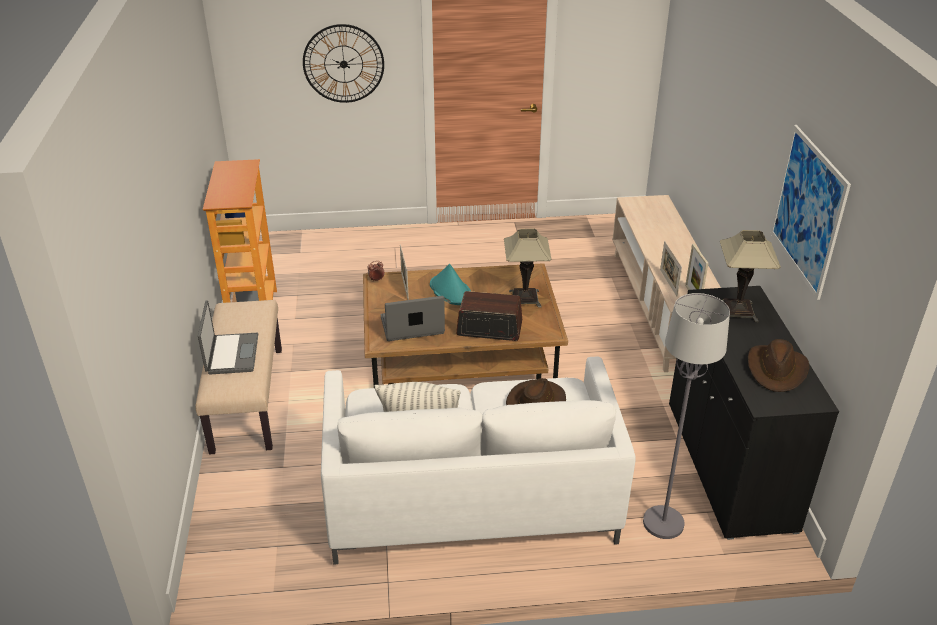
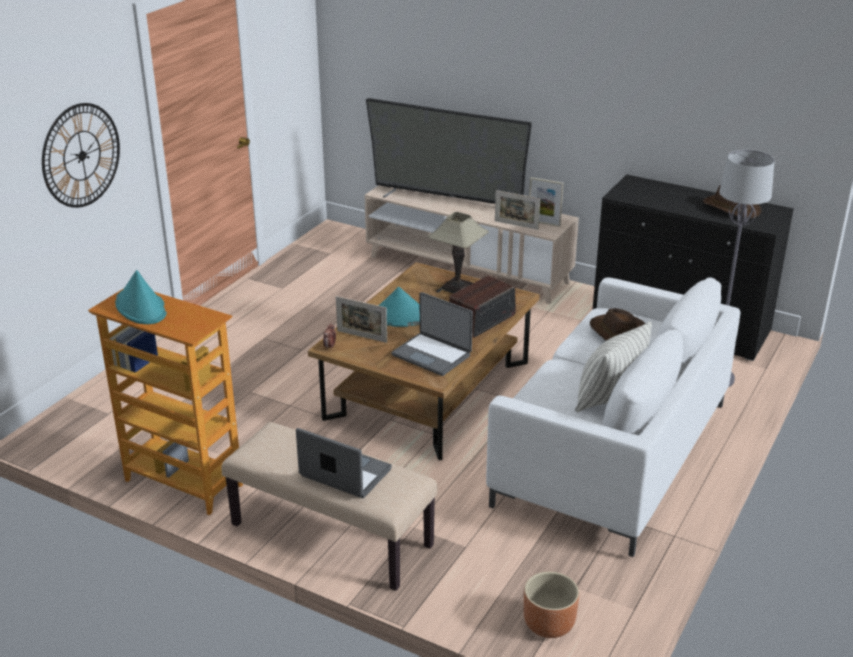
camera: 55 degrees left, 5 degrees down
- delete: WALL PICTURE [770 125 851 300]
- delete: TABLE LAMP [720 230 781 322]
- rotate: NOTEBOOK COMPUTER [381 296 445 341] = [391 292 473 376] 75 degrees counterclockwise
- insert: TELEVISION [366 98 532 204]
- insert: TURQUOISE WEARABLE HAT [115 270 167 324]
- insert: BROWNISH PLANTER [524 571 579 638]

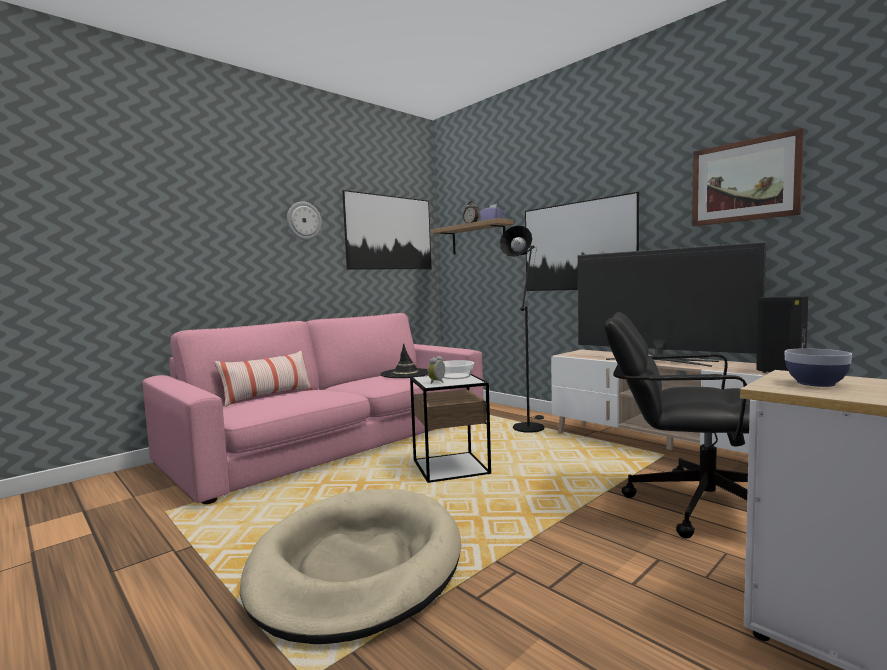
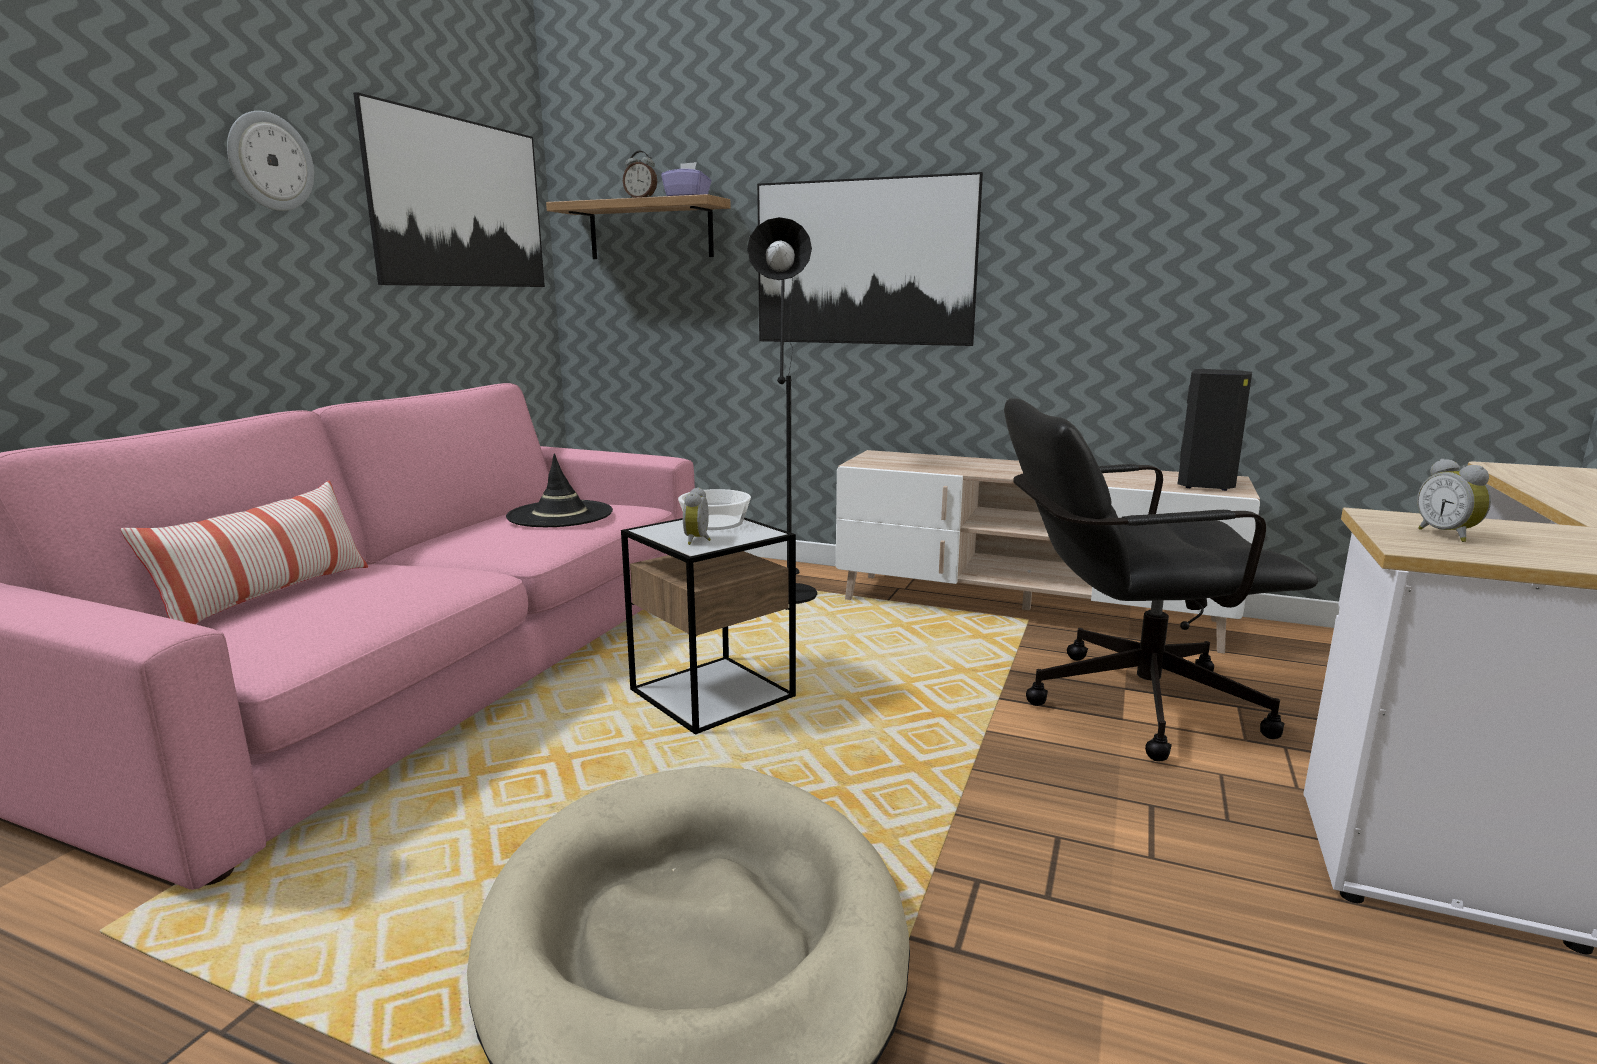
camera: 25 degrees left, 10 degrees up
- delete: WALL PICTURE [692 128 804 226]
- delete: TELEVISION [578 242 766 367]
- replace: BOWL [784 348 852 387] to BEDSIDE CLOCK [1417 459 1491 542]

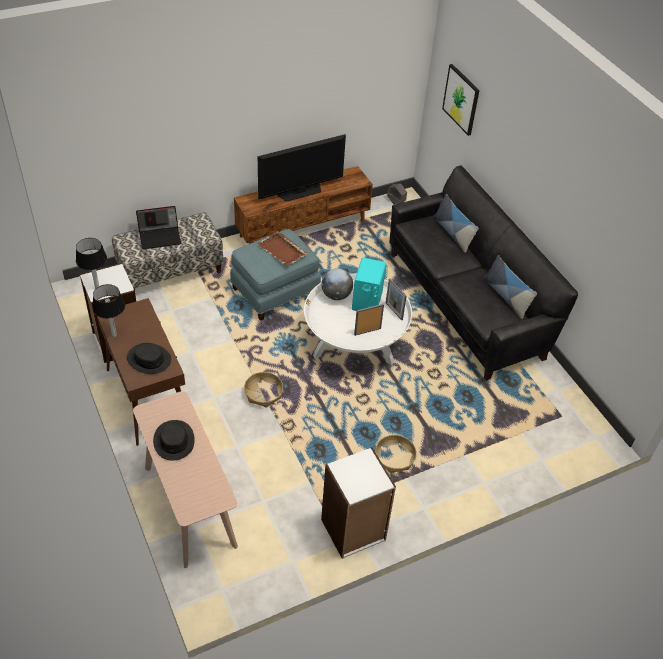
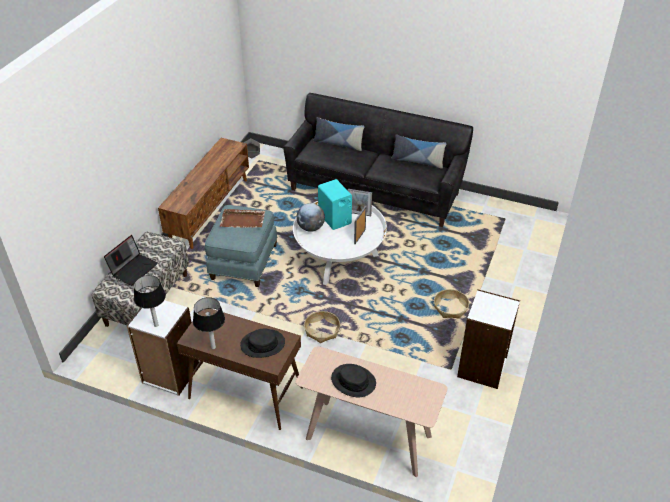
camera: 40 degrees left, 5 degrees down
- delete: WALL PICTURE [442 64 480 136]
- delete: TELEVISION [258 134 346 202]

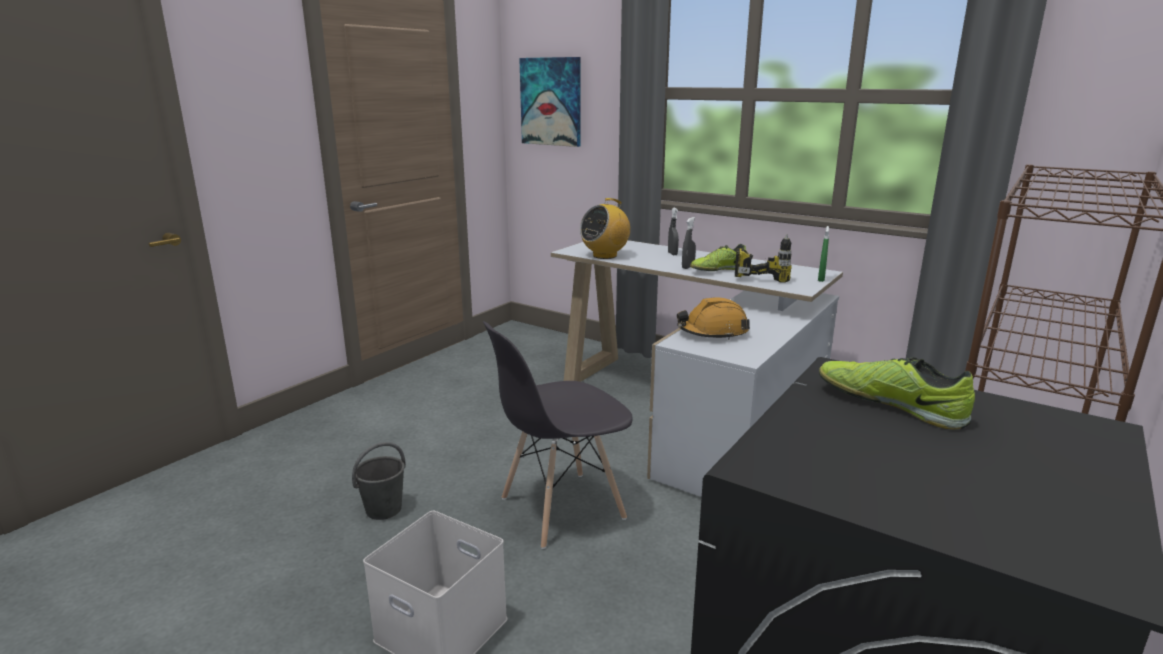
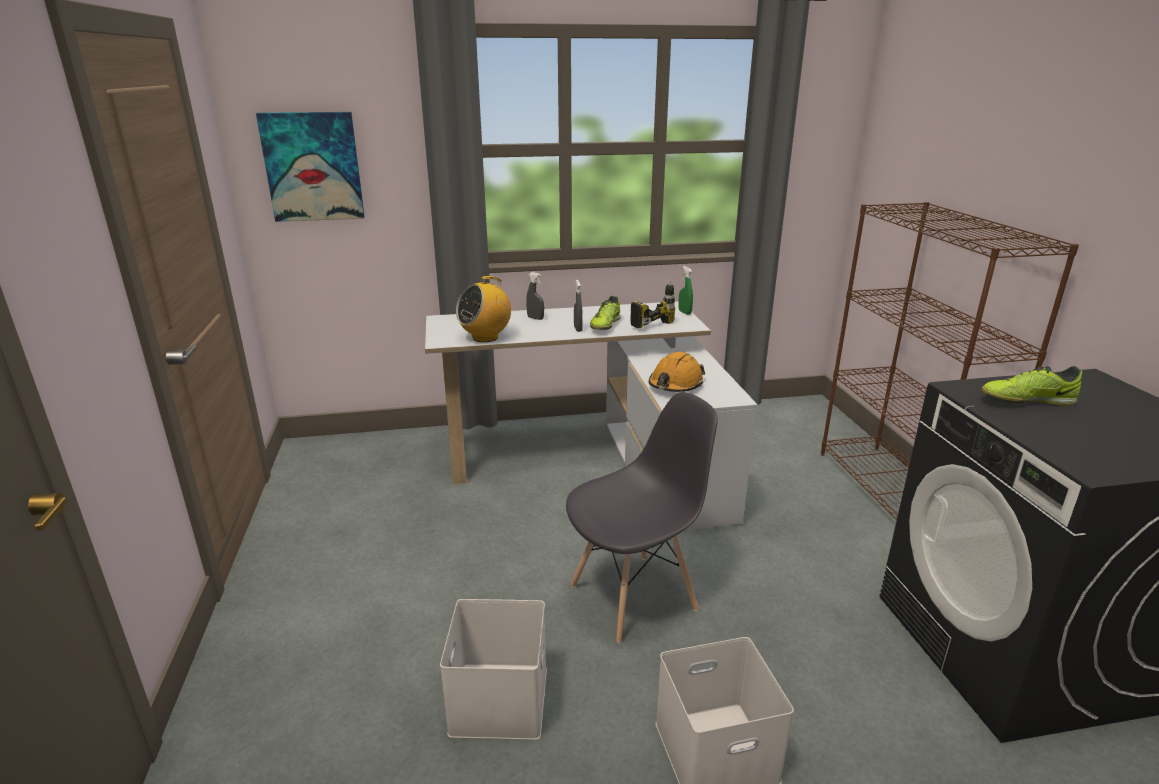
camera: 45 degrees left, 5 degrees up
- rotate: RADIO [580 198 630 259] = [456 276 511 342] 45 degrees clockwise
- rotate: GREYISH PLAIN CHAIR [483 321 632 549] = [566 392 718 644] 135 degrees counterclockwise
- replace: GREYISH WATER BUCKET [352 442 406 520] to WHITE STORAGE BIN [440 599 547 740]

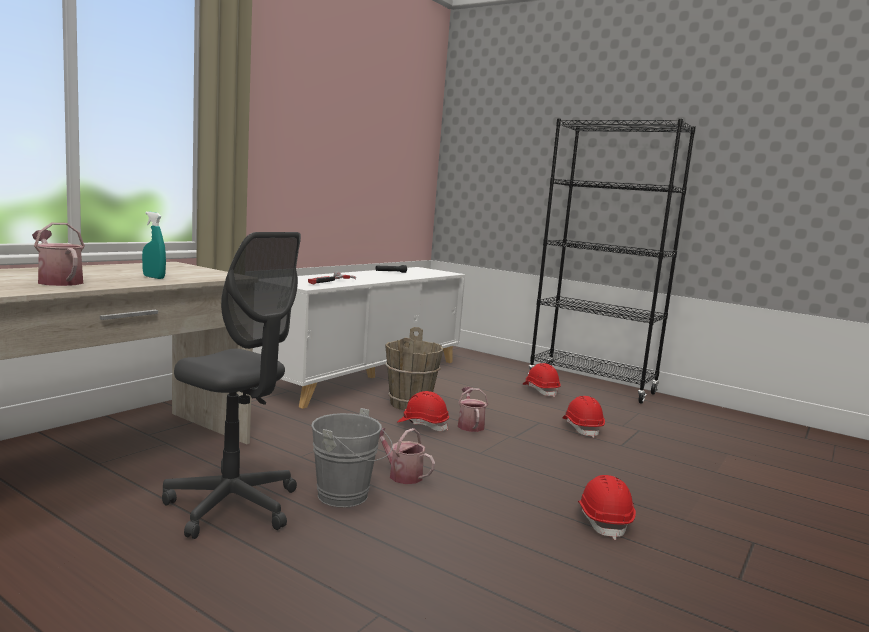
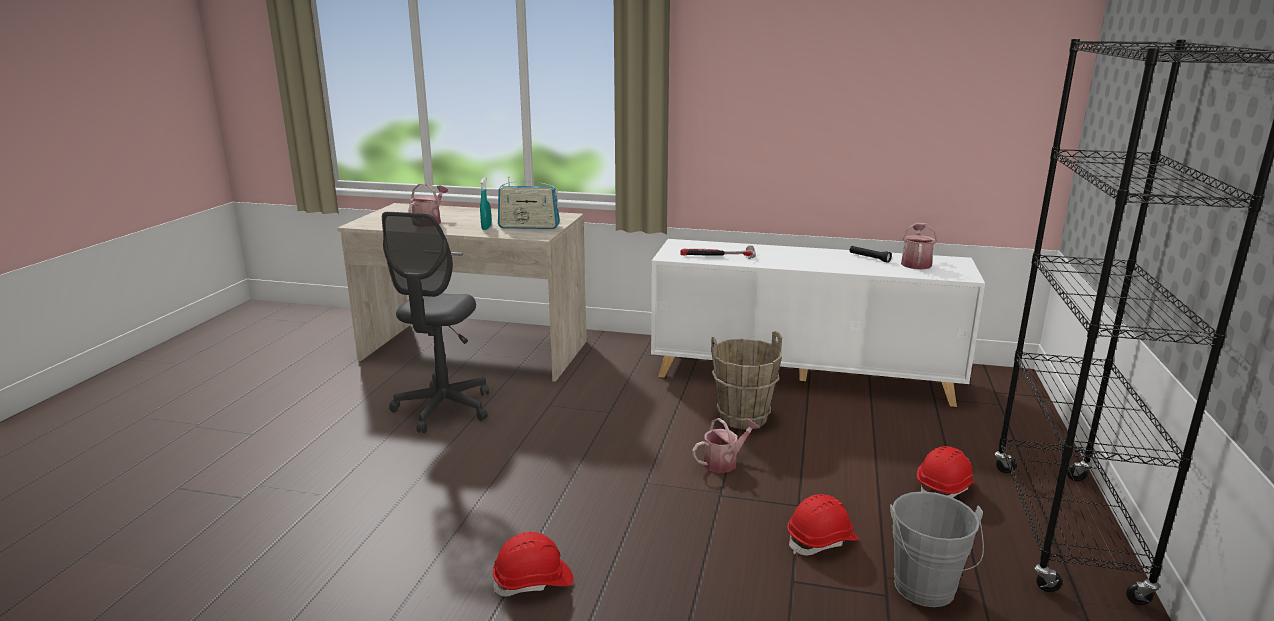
camera: 70 degrees right, 10 degrees up
- delete: REDDISH SAFETY HELMET [397 391 449 431]
- move: GREYISH WATER BUCKET [311 408 393 507] to [890 491 984 607]
- move: WATERING POT [379 428 435 484] to [901 223 937 269]
- insert: RADIO [498 177 560 229]

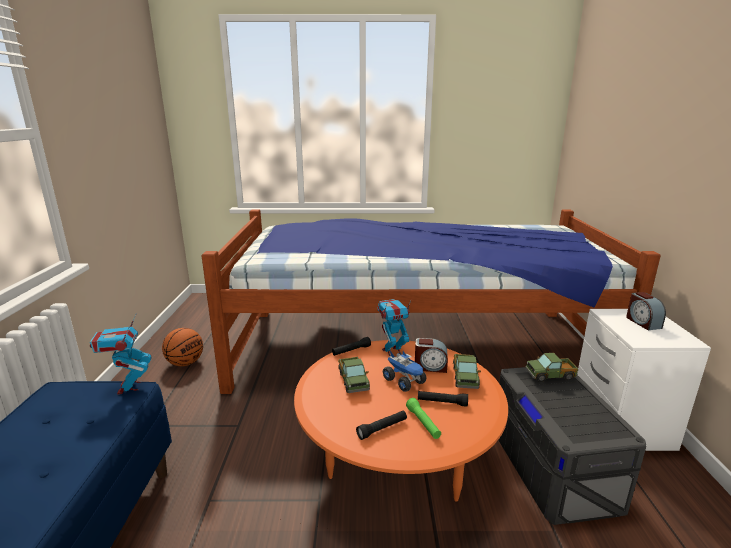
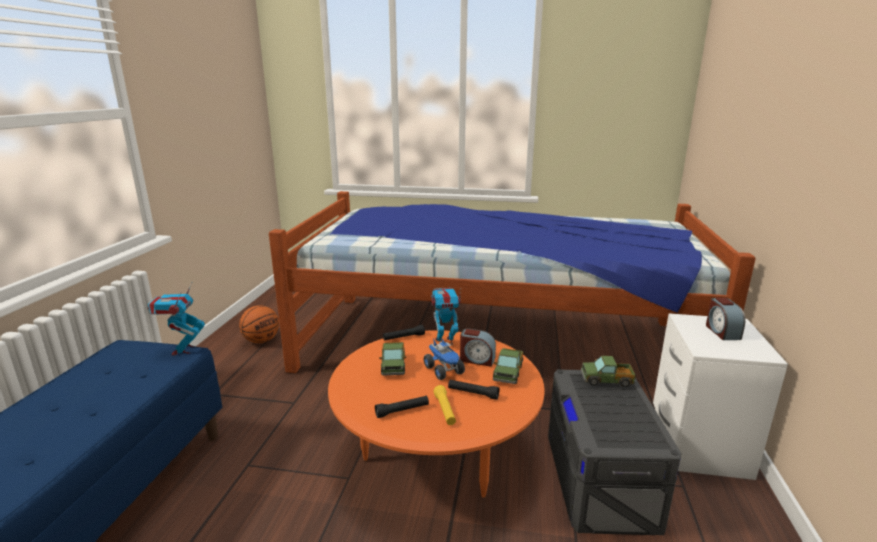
camera: 10 degrees right, 0 degrees up
- recolor: GREEN-COLOURED TORCH [406 398 441 439] to YELLOW TORCH [434 385 456 425]

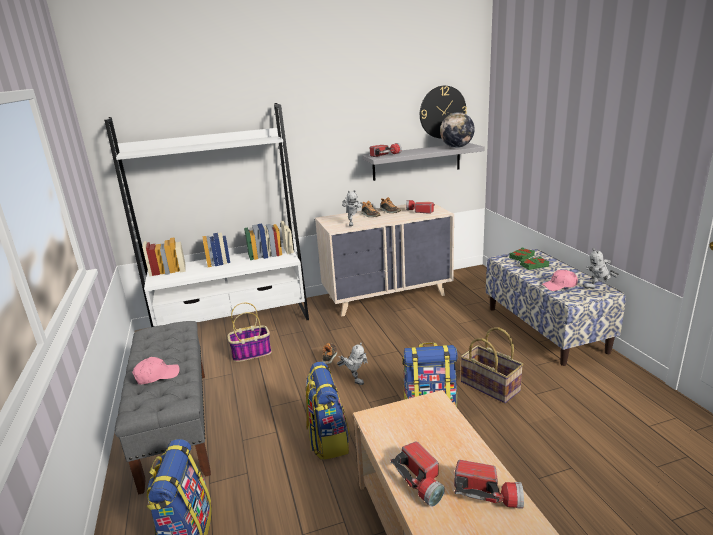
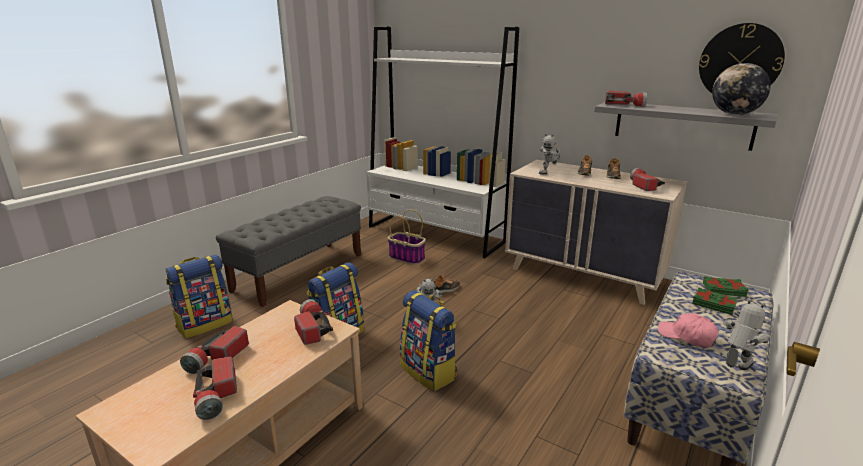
camera: 50 degrees right, 0 degrees up
- rotate: ROBOT FIGURE [583 248 619 289] = [724 298 769 370] 90 degrees clockwise
- delete: HOUSEHOLD BASKET [461 327 524 403]
- delete: PINK-COLOURED PEAKED CAP [132 357 180 385]
- insert: TORCH [294 299 333 345]

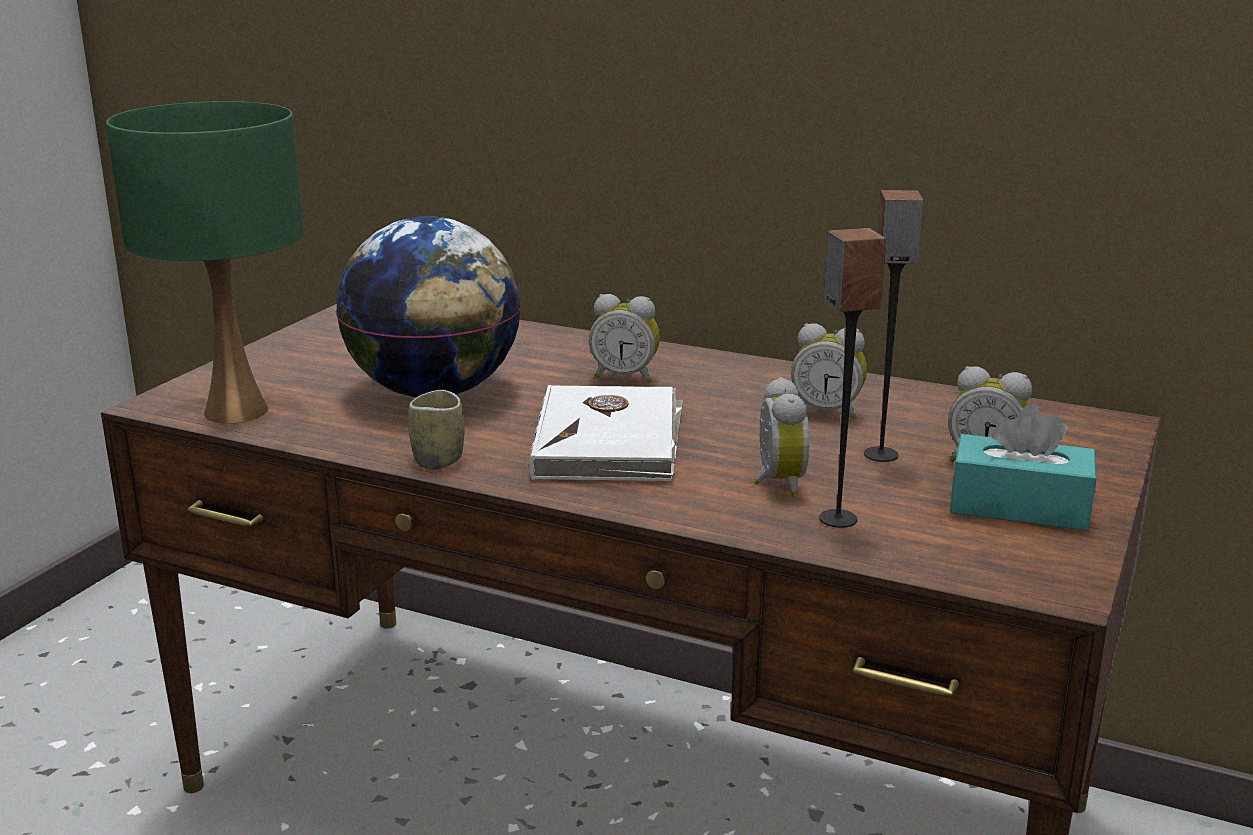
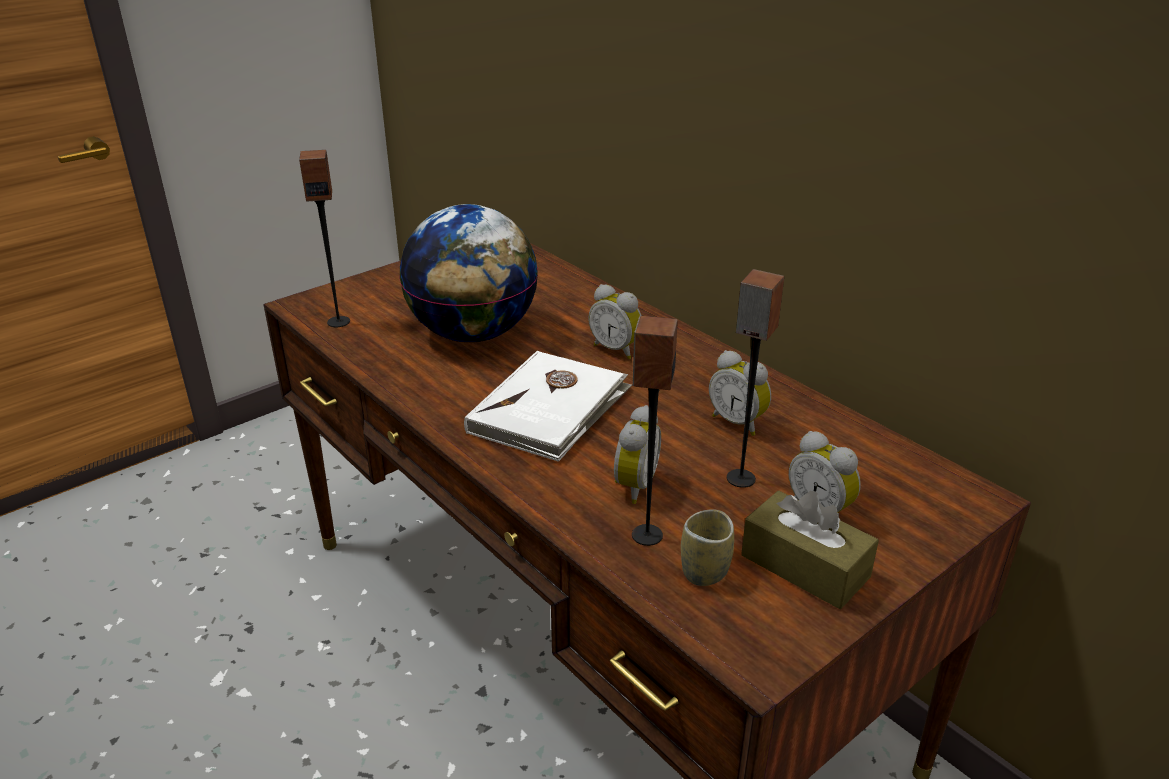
camera: 25 degrees right, 10 degrees up
- replace: GREEN-COLOURED TABLE LAMP [106 101 304 424] to AUDIO SPEAKER [299 150 350 327]
- move: CUP [408 390 465 470] to [681 509 734 586]
- recolor: TURQUOISE BOX OF TISSUES [950 404 1096 531] to BROWNISH BOX OF TISSUES [741 491 879 609]

